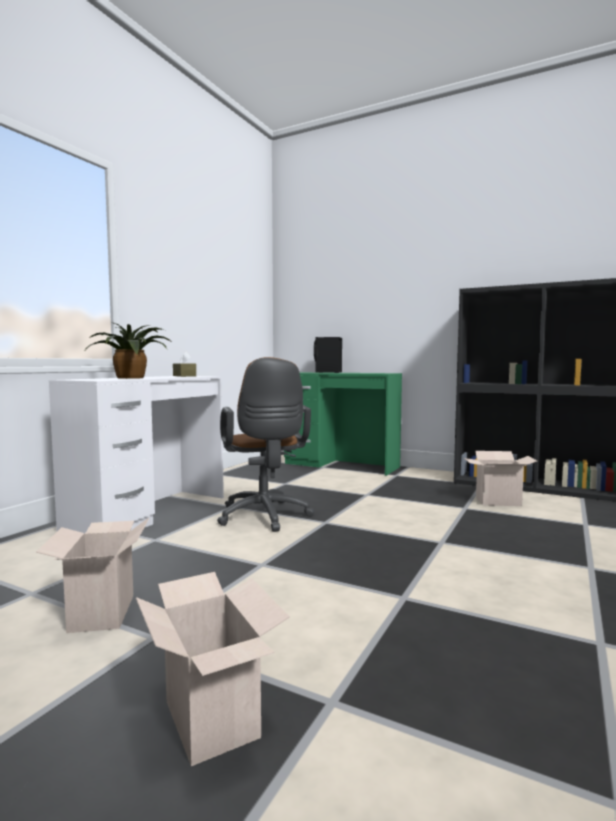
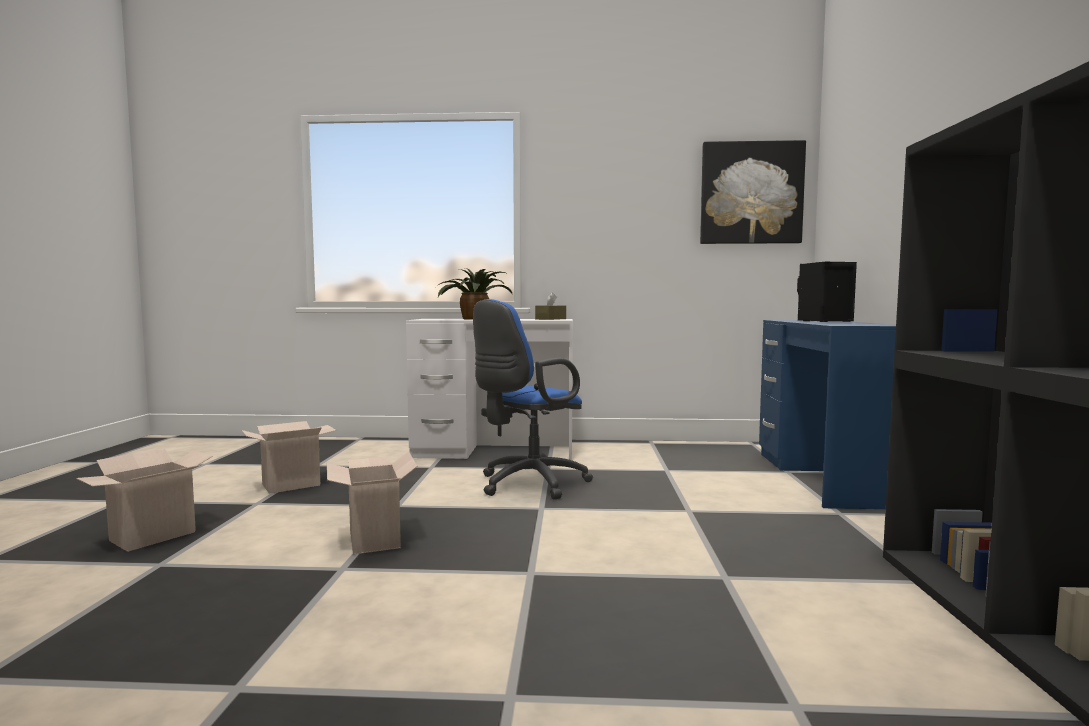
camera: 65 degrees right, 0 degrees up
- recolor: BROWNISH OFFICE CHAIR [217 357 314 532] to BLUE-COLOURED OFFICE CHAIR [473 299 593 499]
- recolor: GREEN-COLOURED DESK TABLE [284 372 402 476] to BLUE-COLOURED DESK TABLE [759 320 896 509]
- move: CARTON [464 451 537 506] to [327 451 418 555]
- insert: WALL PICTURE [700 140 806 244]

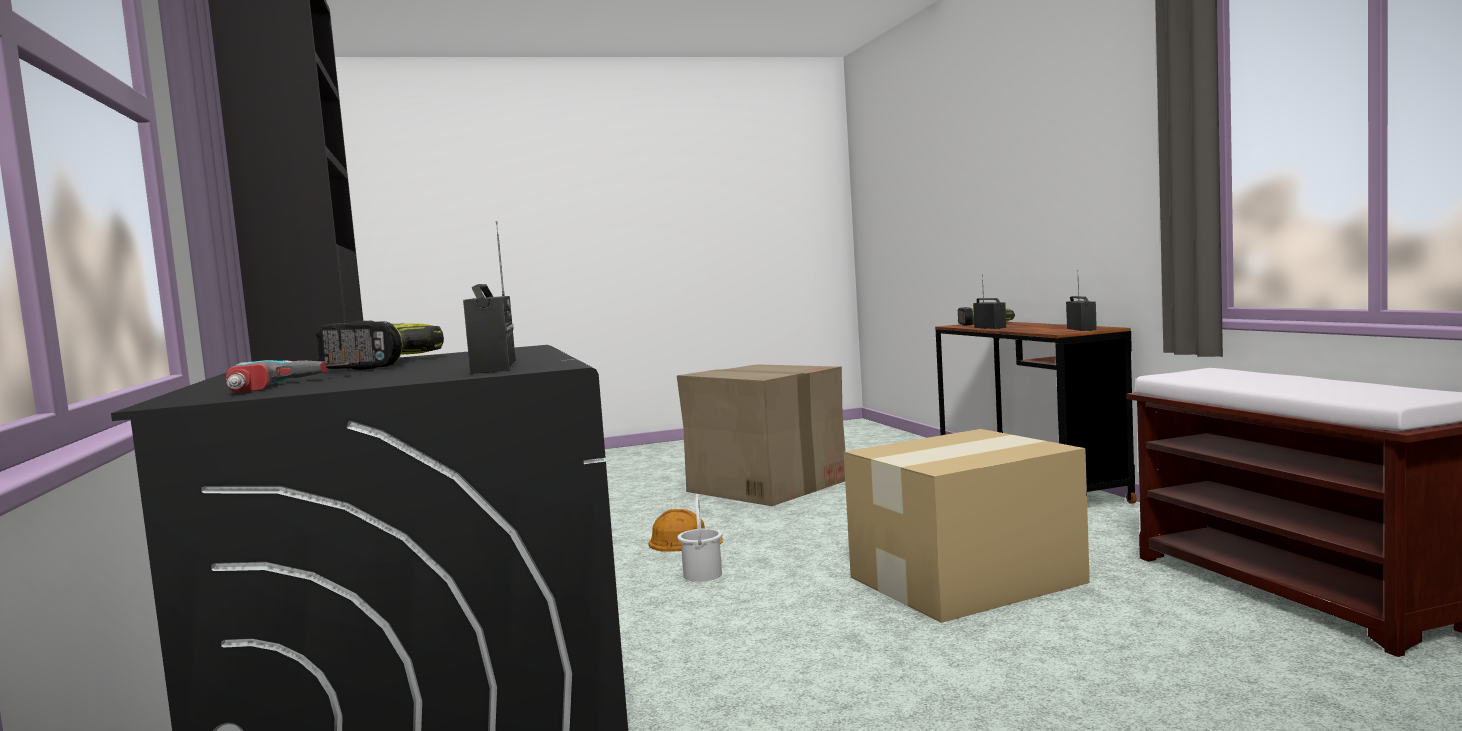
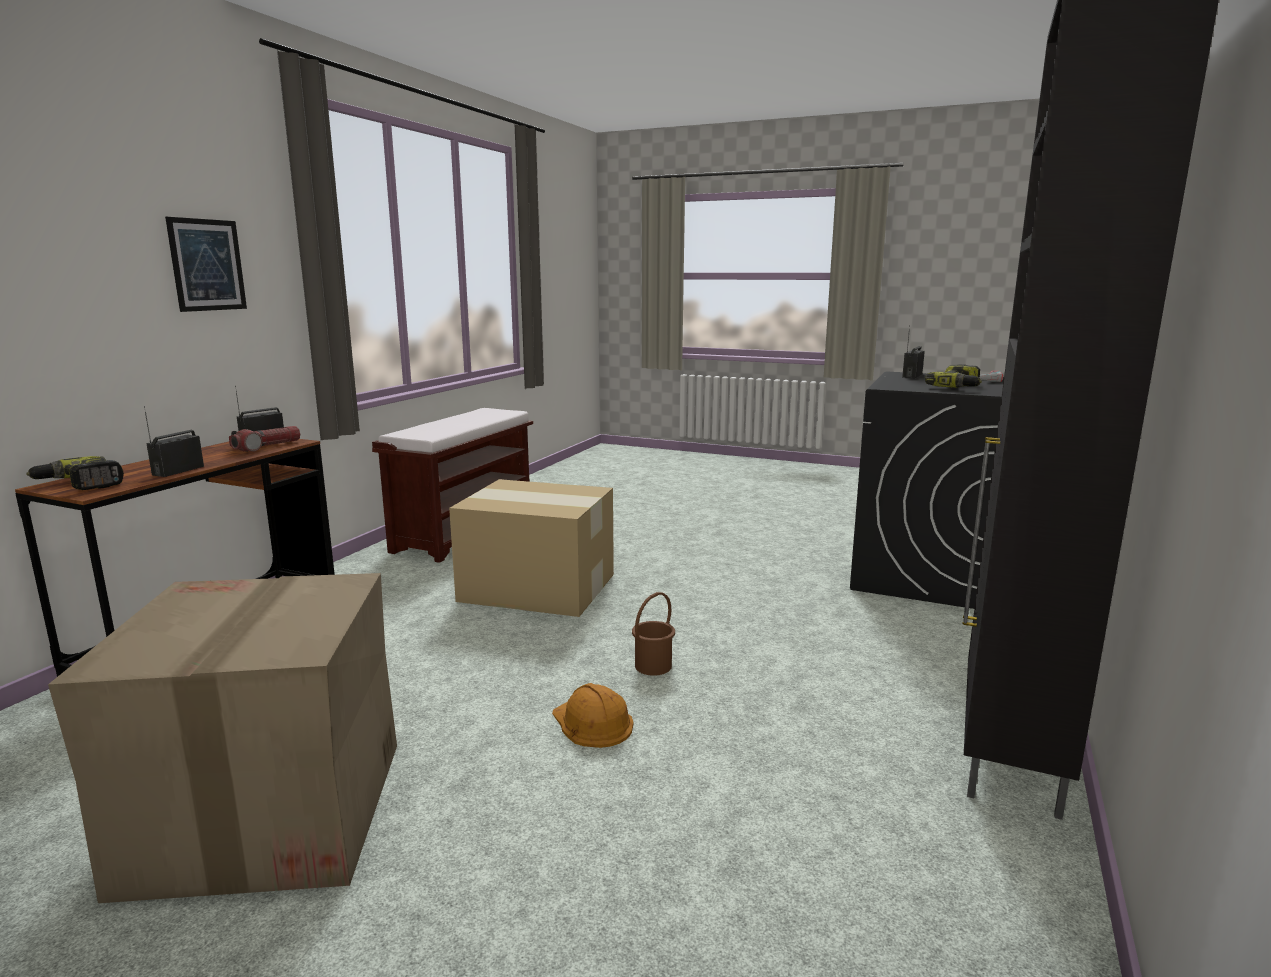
camera: 140 degrees left, 10 degrees up
- recolor: WHITE WATER BUCKET [677 494 722 582] to BROWNISH WATER BUCKET [632 592 675 676]
- insert: WALL PICTURE [165 217 247 312]
- insert: TORCH [229 426 300 452]

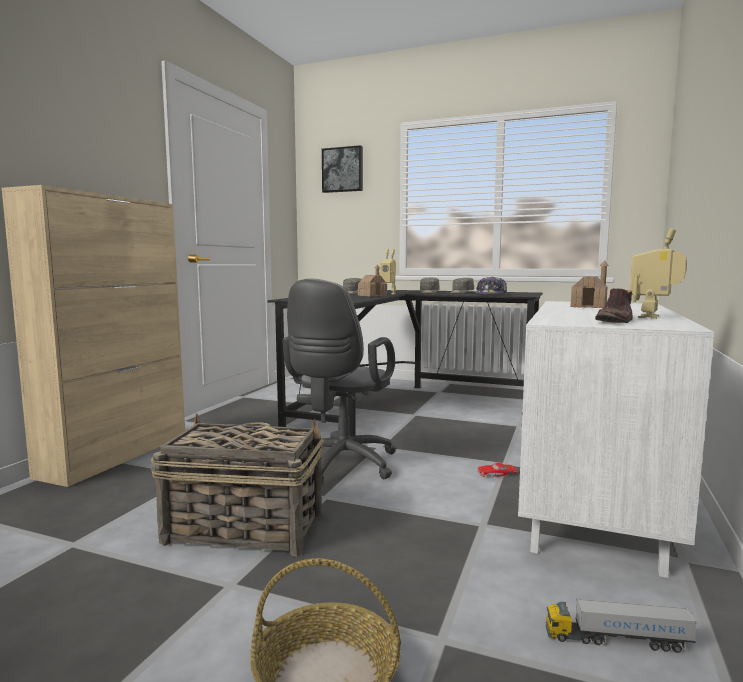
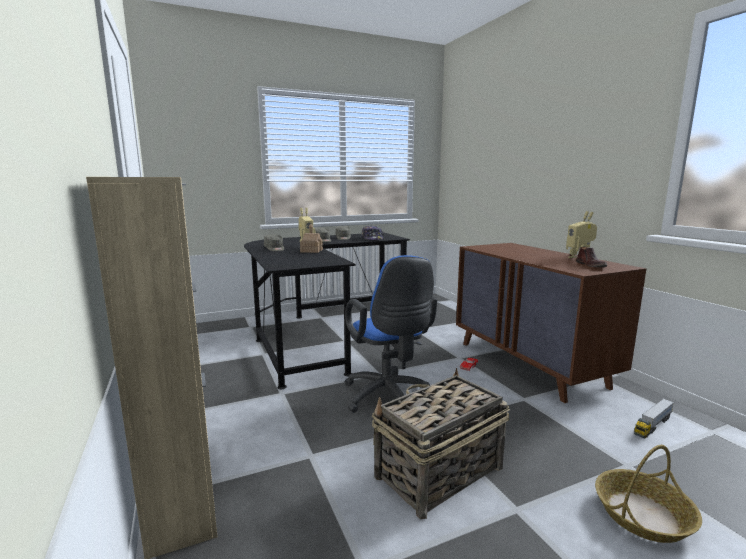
camera: 45 degrees left, 5 degrees up
- delete: WALL PICTURE [322 145 363 193]
- delete: MINIATURE HOUSE [570 260 609 308]
- recolor: GREYISH OFFICE CHAIR [283 278 396 484] to BLUE-COLOURED OFFICE CHAIR [345 255 437 413]
- recolor: WHITE CHEST OF DRAWERS [518 301 714 578] to BROWNISH CHEST OF DRAWERS [456 243 647 403]

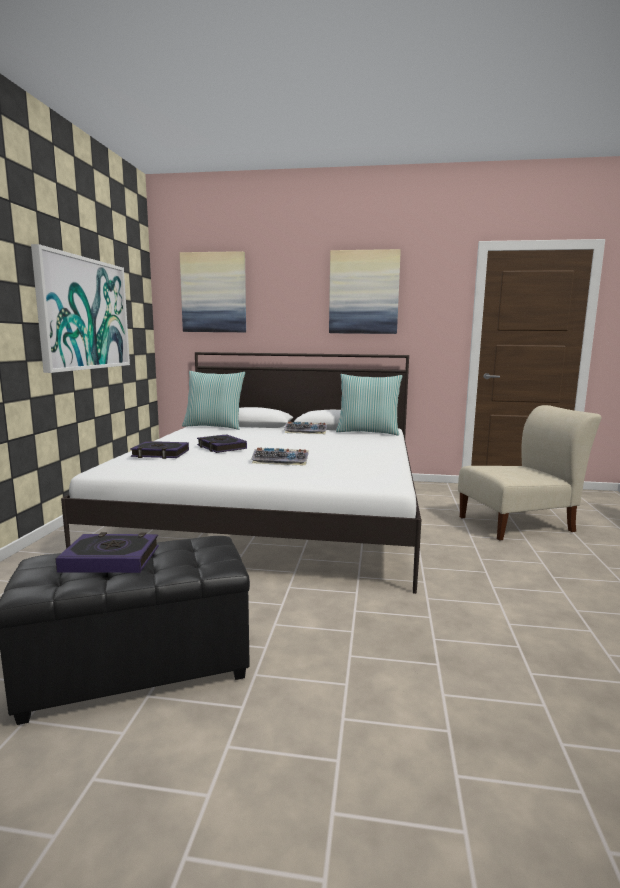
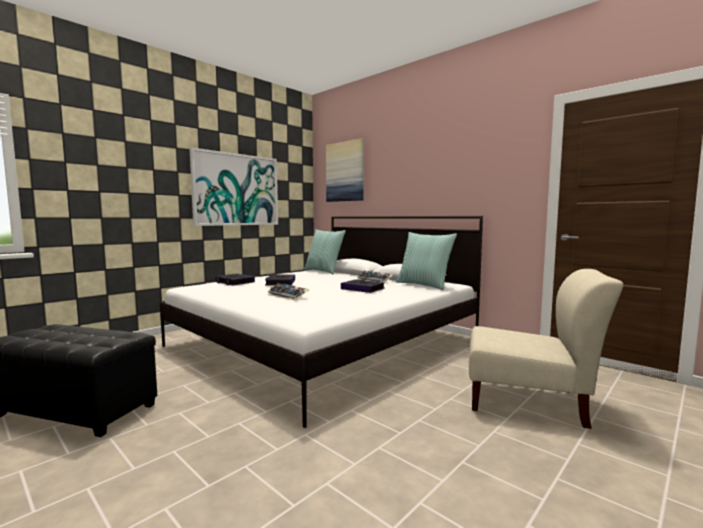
camera: 35 degrees right, 5 degrees down
- delete: WALL PICTURE [329 249 401 334]
- move: BOUND BOOK [56 532 159 573] to [341 279 385 293]

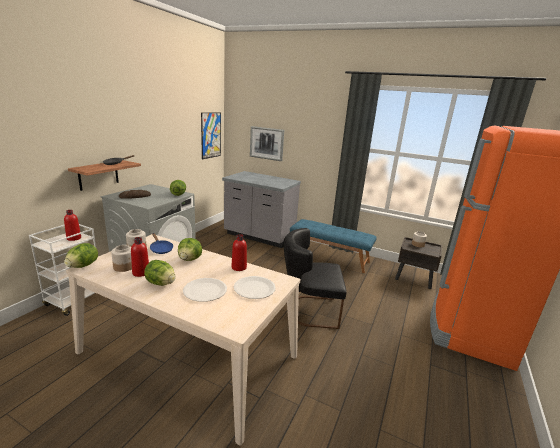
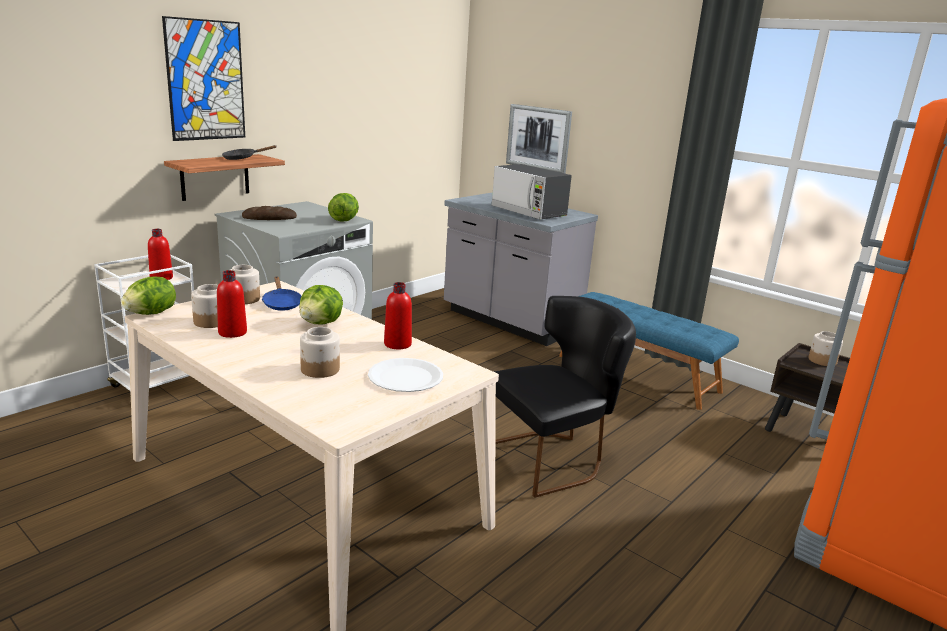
camera: 15 degrees right, 0 degrees up
- move: WALL PICTURE [201 112 221 159] to [162 16 245 141]
- rotate: BLACK PLAIN CHAIR [284 228 347 329] = [493 296 636 498] 135 degrees clockwise
- delete: HEAD OF LETTUCE [144 260 176 286]
- replace: WHITE DINNER PLATE [183 278 227 302] to STORAGE JAR [300 327 340 378]
- insert: MICROWAVE [491 164 572 219]

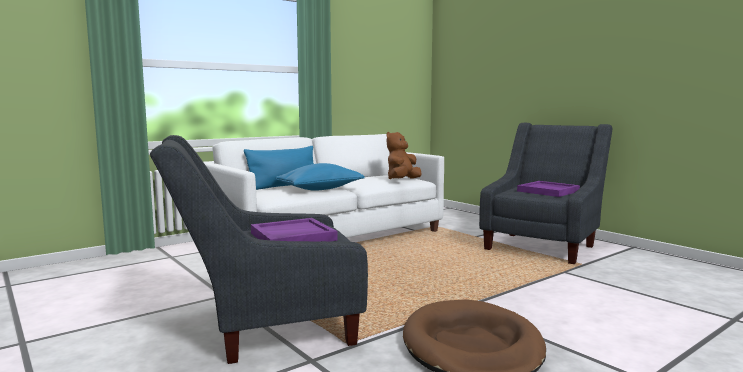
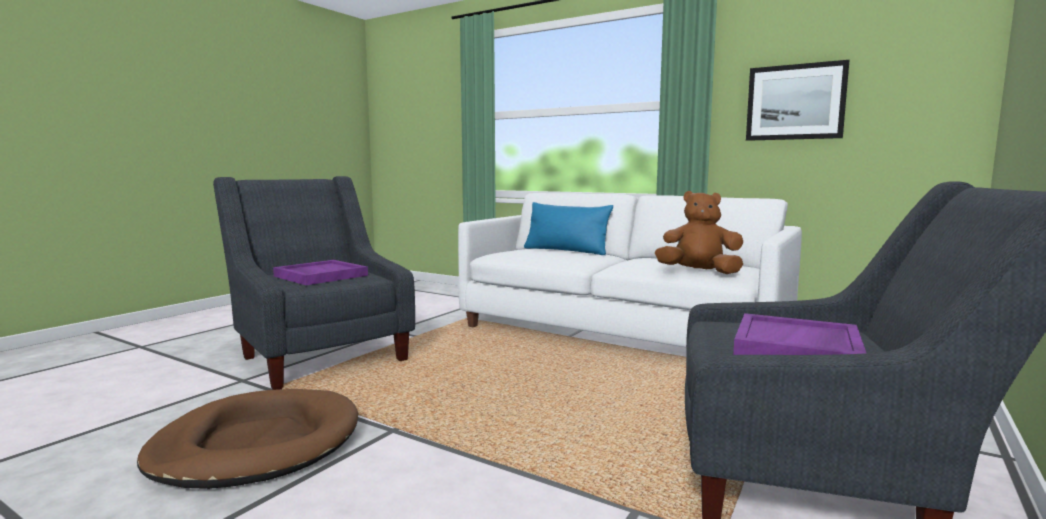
camera: 70 degrees right, 0 degrees up
- delete: BLUE-COLOURED PILLOW [275 163 365 191]
- insert: WALL PICTURE [746 60 849 141]

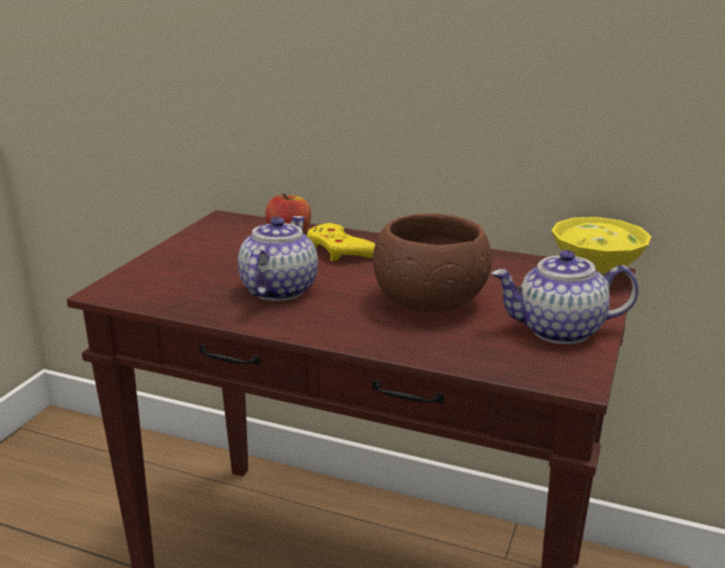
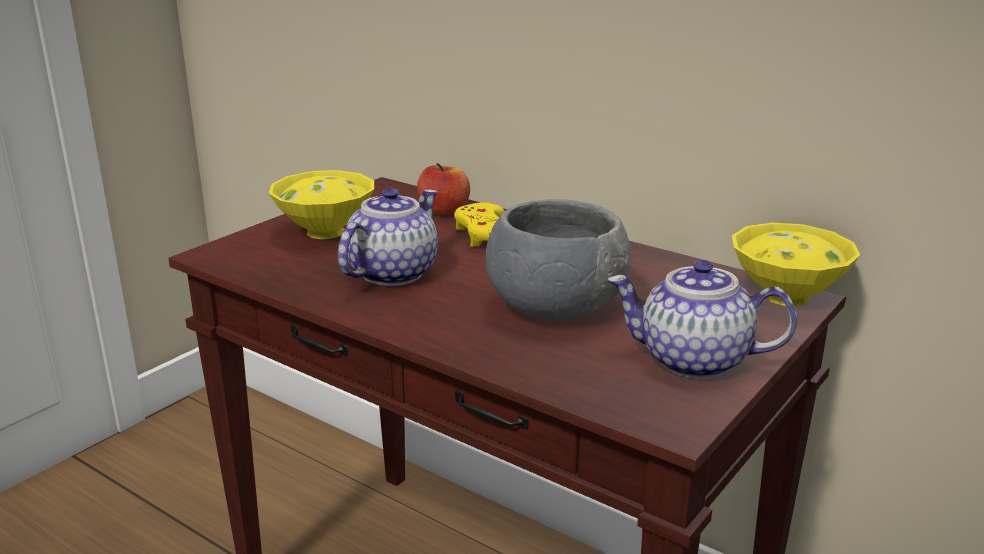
camera: 15 degrees right, 0 degrees up
- recolor: BROWNISH BOWL [373 213 492 312] to GREYISH BOWL [485 199 631 319]
- insert: YELLOW BOWL [269 170 374 239]

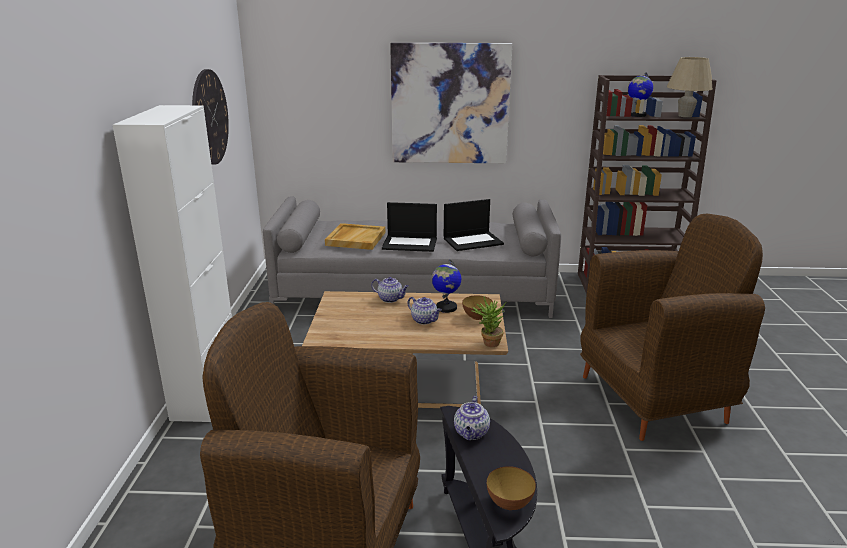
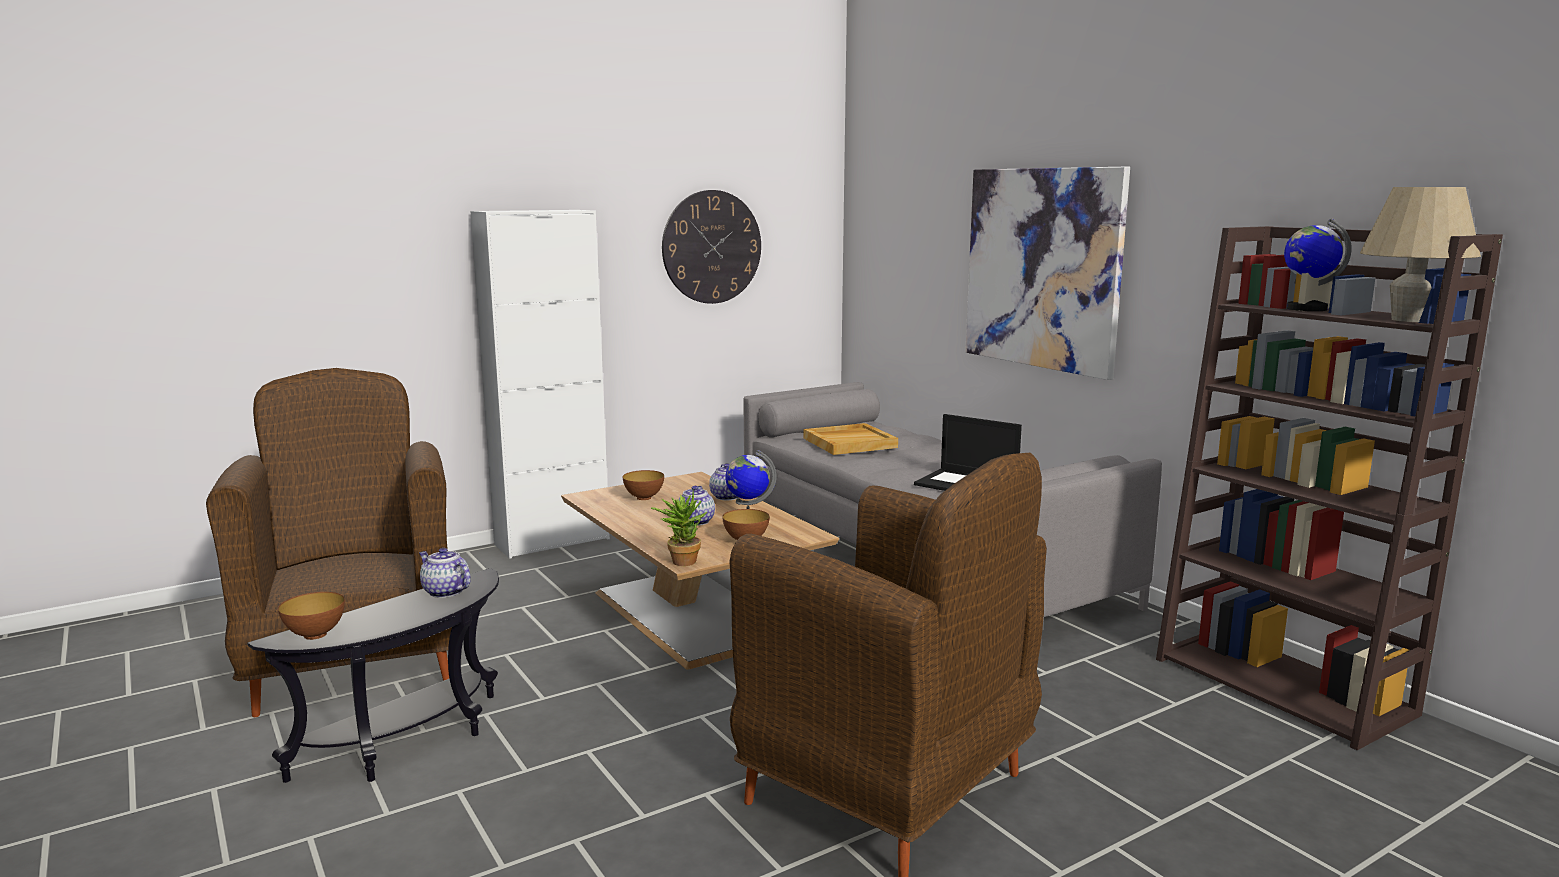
camera: 55 degrees right, 10 degrees down
- delete: NOTEBOOK COMPUTER [382 202 437 252]
- rotate: POT FOR TEA [454 396 490 441] = [419 548 471 598] 60 degrees clockwise
- insert: BOWL [623 470 664 500]

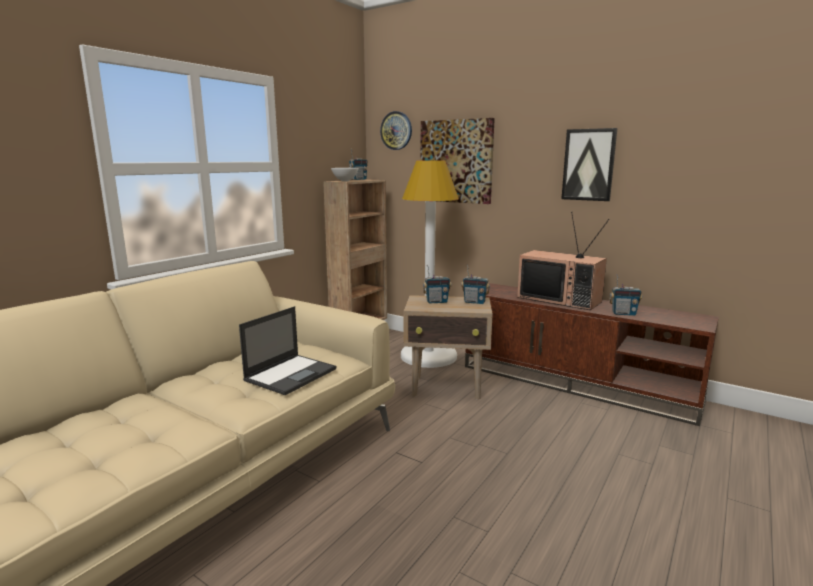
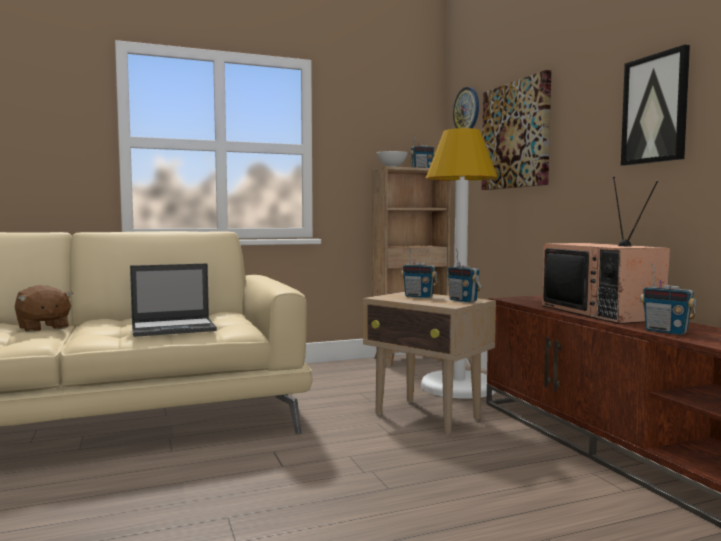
camera: 35 degrees right, 10 degrees down
- insert: BROWNISH SOFT TOY [14 285 73 332]

